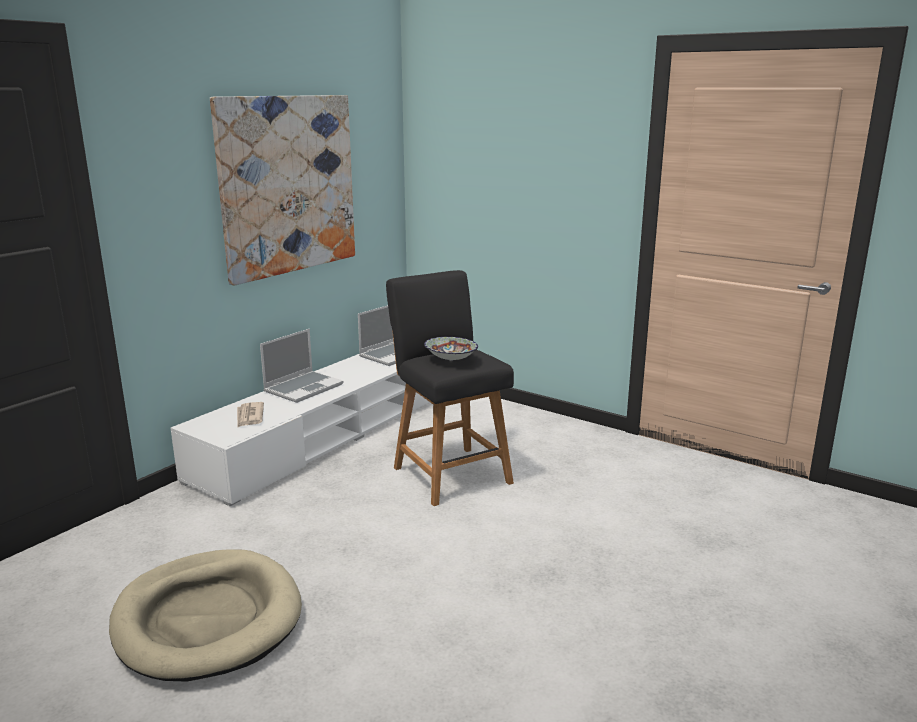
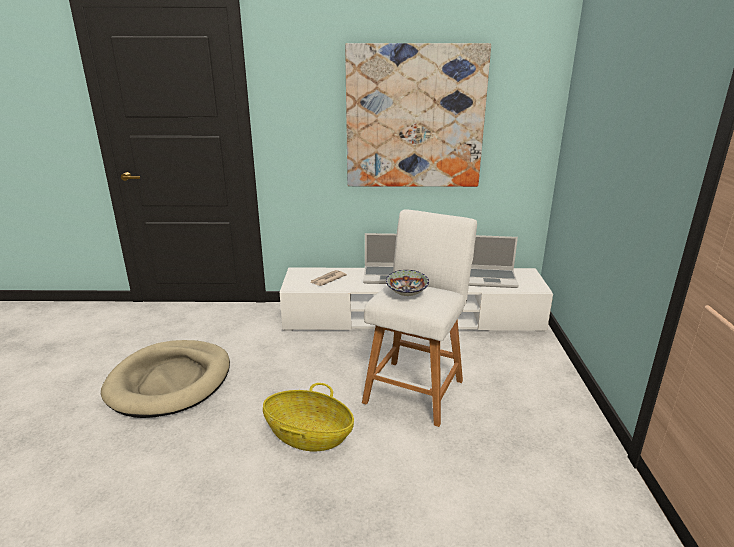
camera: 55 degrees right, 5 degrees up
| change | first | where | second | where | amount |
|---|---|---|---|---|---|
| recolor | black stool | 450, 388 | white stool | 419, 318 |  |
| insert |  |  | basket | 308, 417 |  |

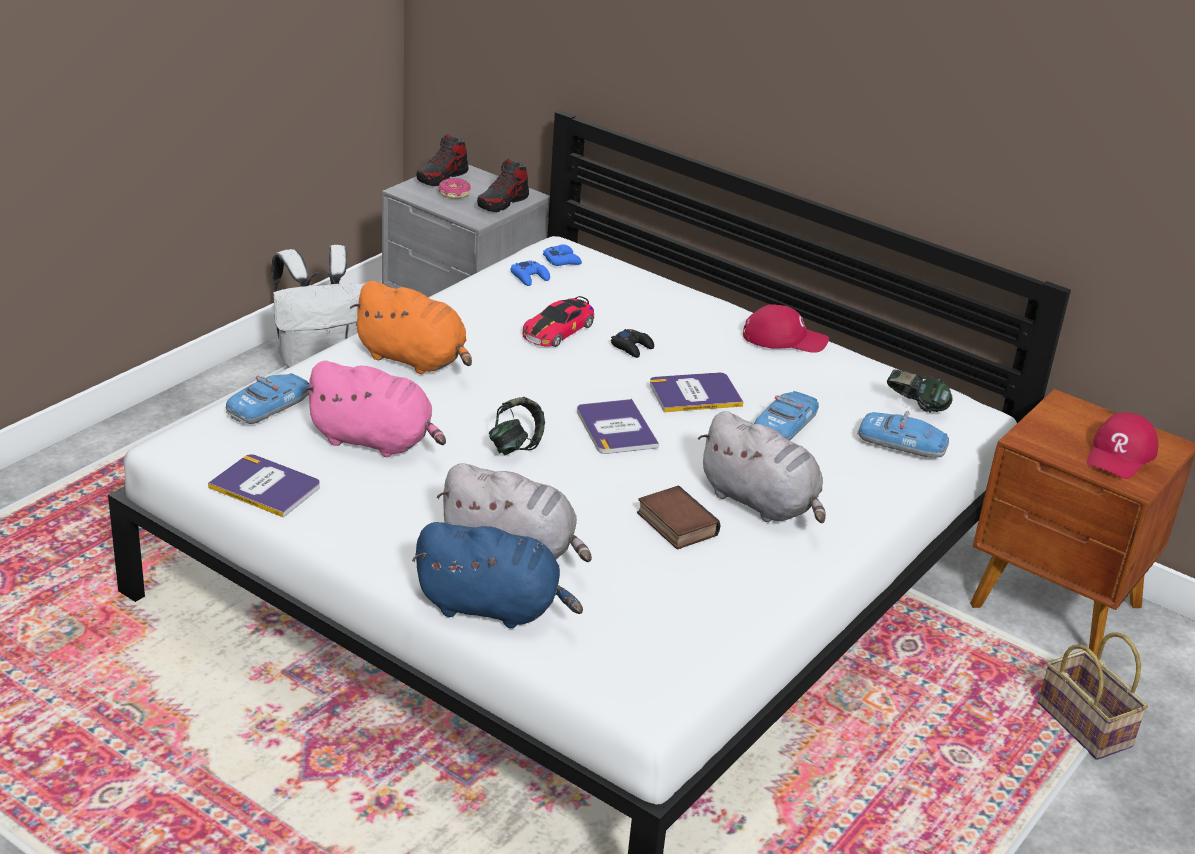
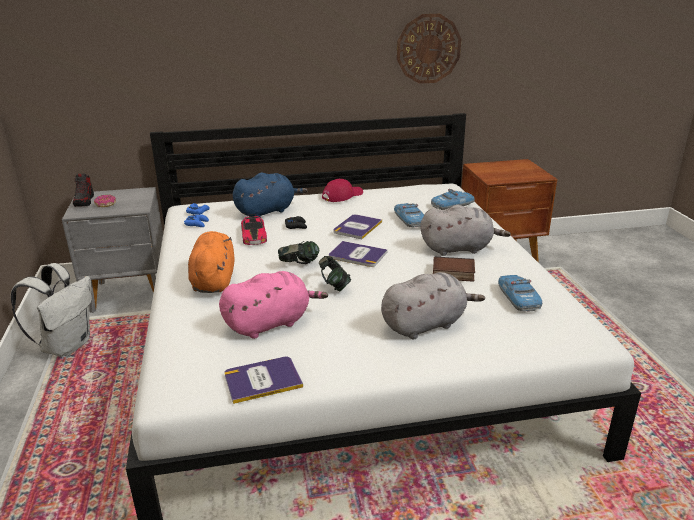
camera: 45 degrees left, 5 degrees down
| change | first | where | second | where | amount |
|---|---|---|---|---|---|
| delete | shoe | 503, 185 |  |  |  |
| rotate | orange plush toy | 411, 327 |  | 211, 262 | 75 degrees counterclockwise |
| move | headphones | 920, 391 |  | 298, 252 |  |
| move | toy car | 267, 398 |  | 520, 293 |  |
| delete | red cap | 1122, 445 |  |  |  |
| move | blue plush toy | 497, 575 |  | 270, 195 |  |
| delete | basket | 1093, 696 |  |  |  |
| insert |  |  | wall clock | 429, 49 |  |

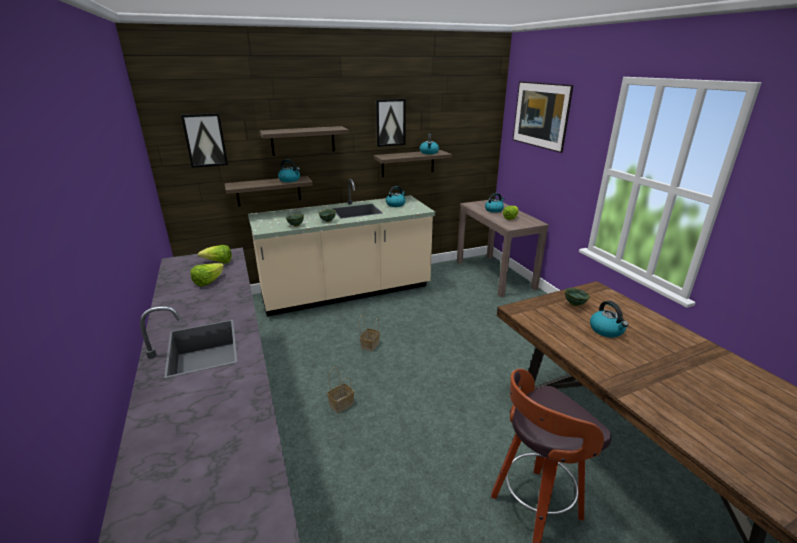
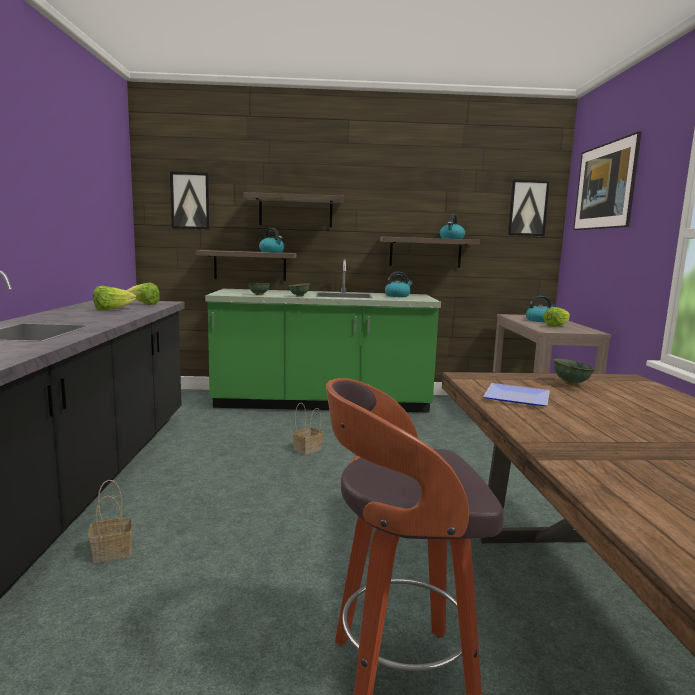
camera: 20 degrees right, 15 degrees down
| change | first | where | second | where | amount |
|---|---|---|---|---|---|
| move | picture | 391, 123 |  | 528, 207 |  |
| recolor | beige counter | 341, 247 | green counter | 323, 336 |  |
| delete | kettle | 609, 319 |  |  |  |
| move | basket | 340, 390 |  | 110, 521 |  |
| insert |  |  | plate | 516, 394 |  |

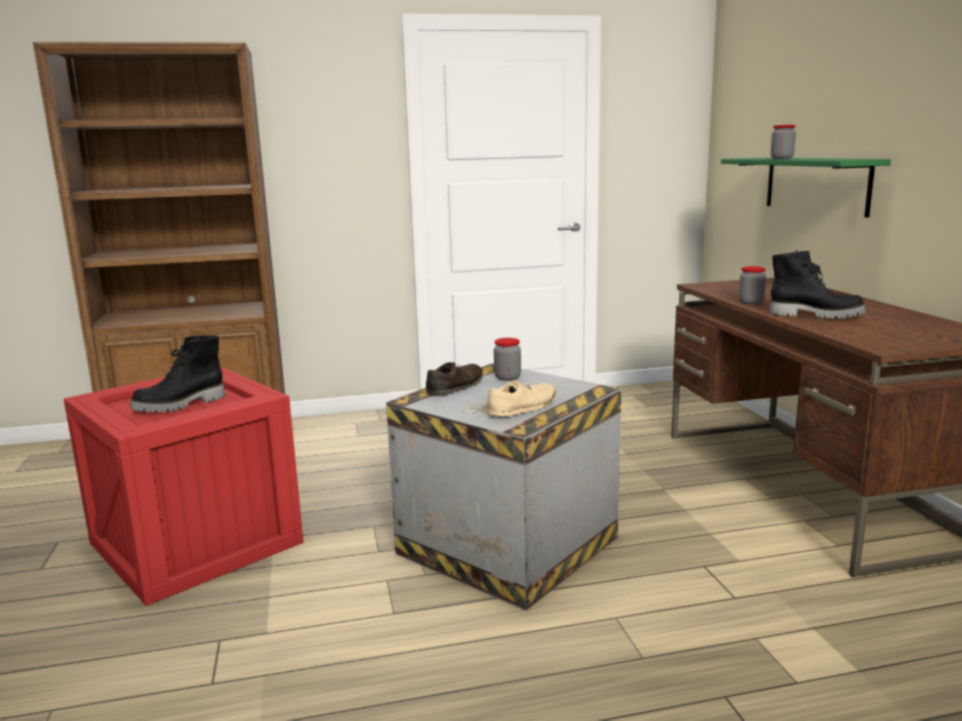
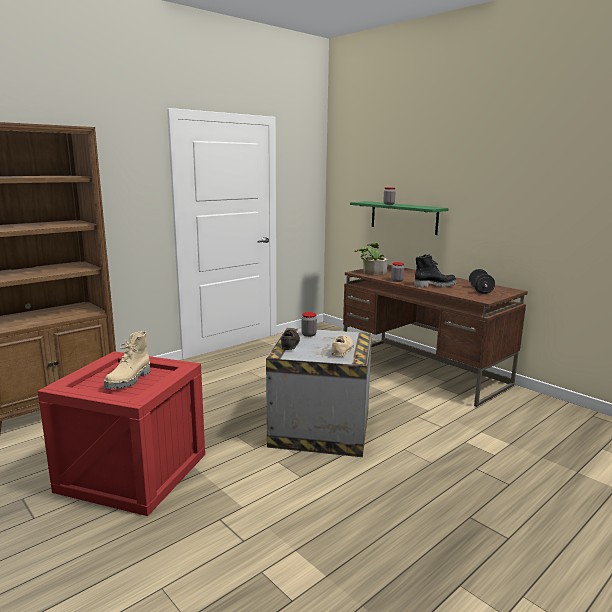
camera: 30 degrees left, 0 degrees up
| change | first | where | second | where | amount |
|---|---|---|---|---|---|
| recolor | black boot | 177, 373 | beige boot | 127, 360 |  |
| insert |  |  | potted plant | 371, 259 |  |
| insert |  |  | black dumbbell | 482, 281 |  |

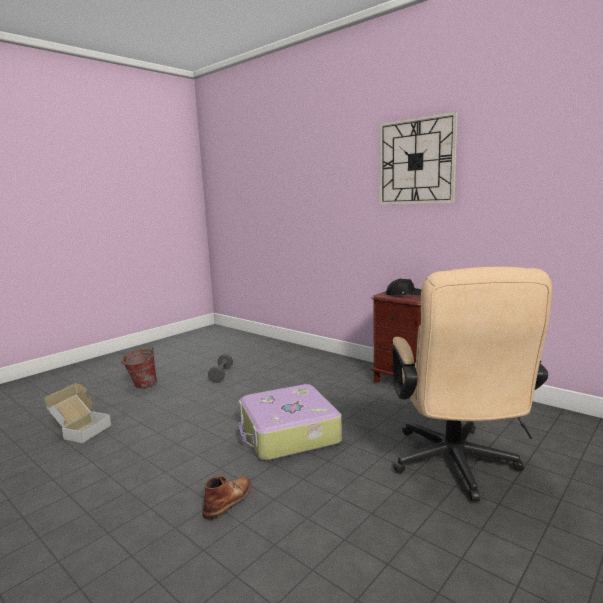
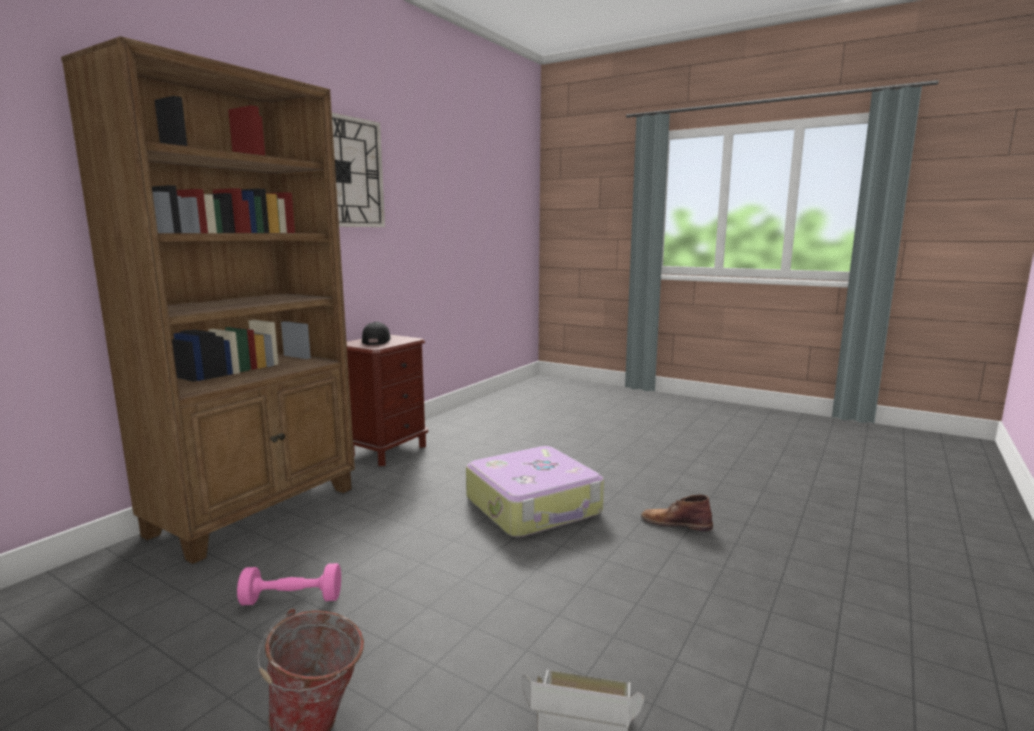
camera: 100 degrees left, 0 degrees up
| change | first | where | second | where | amount |
|---|---|---|---|---|---|
| delete | beige office chair | 472, 384 |  |  |  |
| recolor | grey dumbbell | 220, 368 | pink dumbbell | 289, 584 |  |
| insert |  |  | brown bookcase | 208, 300 |  |

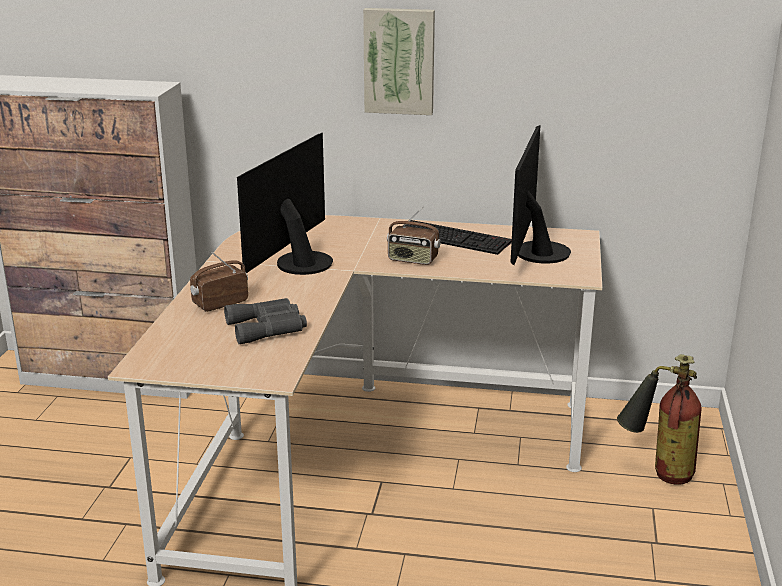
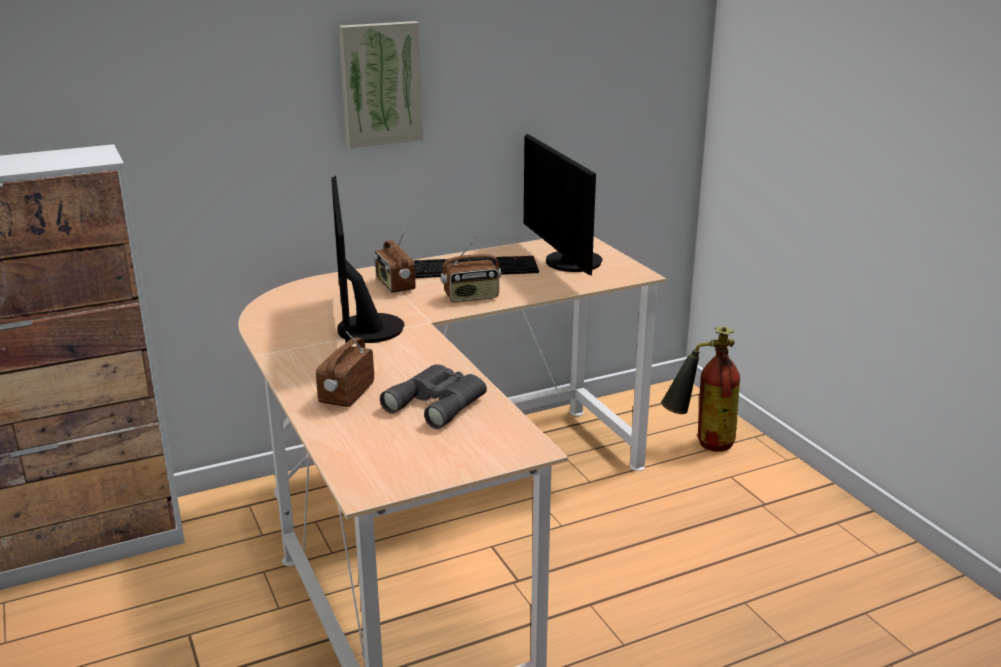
camera: 35 degrees left, 0 degrees up
| change | first | where | second | where | amount |
|---|---|---|---|---|---|
| insert |  |  | radio | 395, 261 |  |

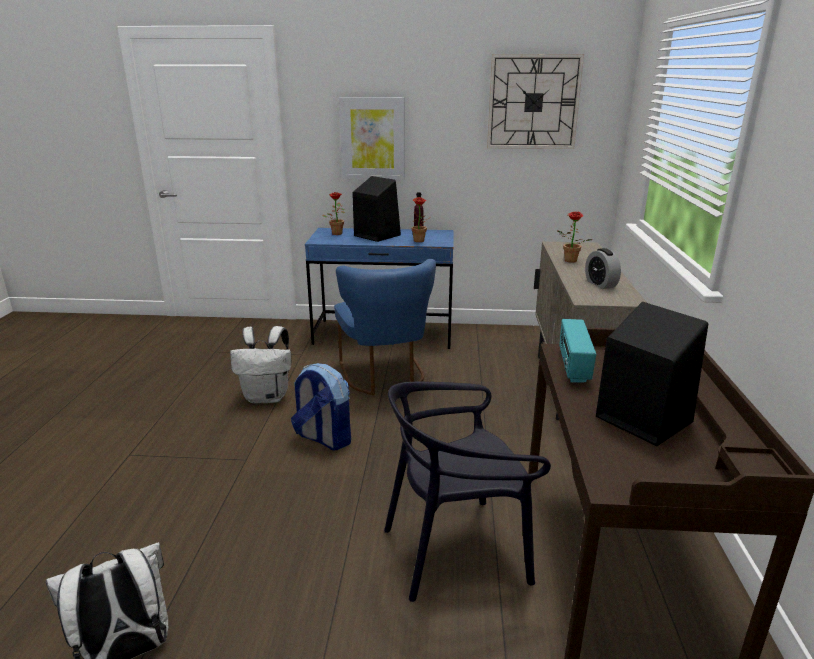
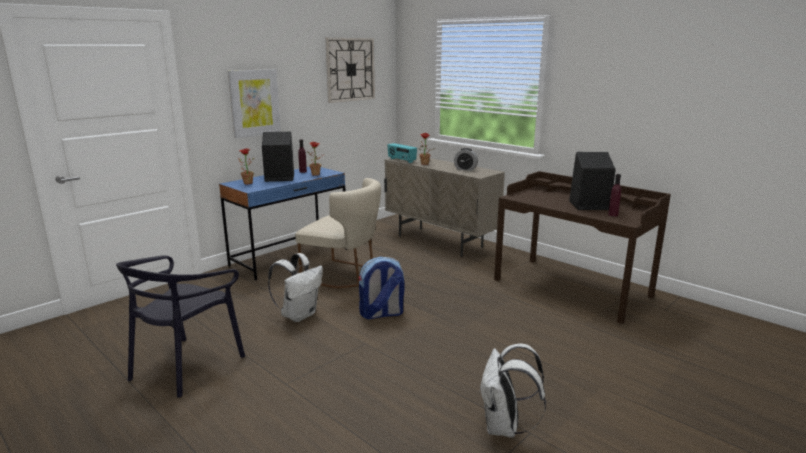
camera: 50 degrees left, 5 degrees down
| change | first | where | second | where | amount |
|---|---|---|---|---|---|
| recolor | blue chair | 385, 327 | beige chair | 338, 233 |  |
| move | radio | 577, 350 |  | 402, 153 |  |
| move | black chair | 467, 492 |  | 180, 326 |  |
| insert |  |  | purple bottle | 614, 195 |  |

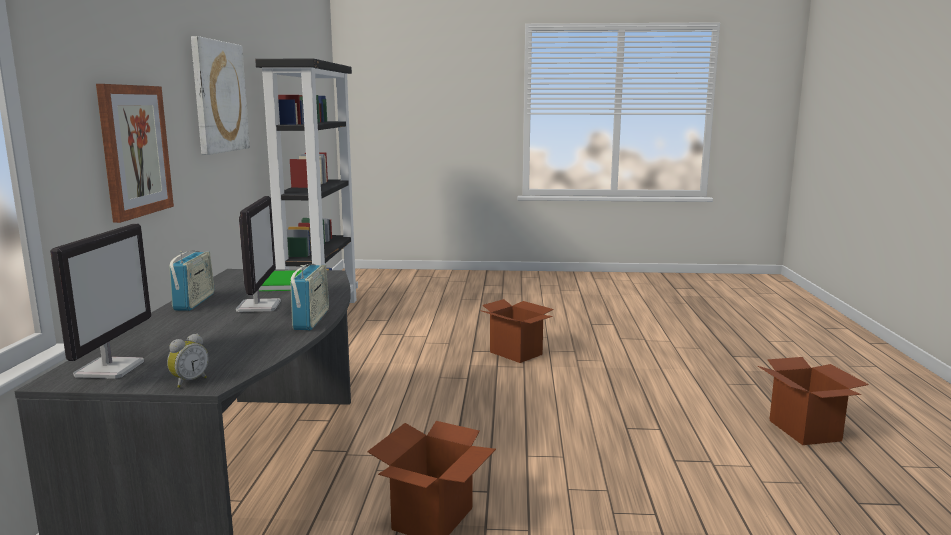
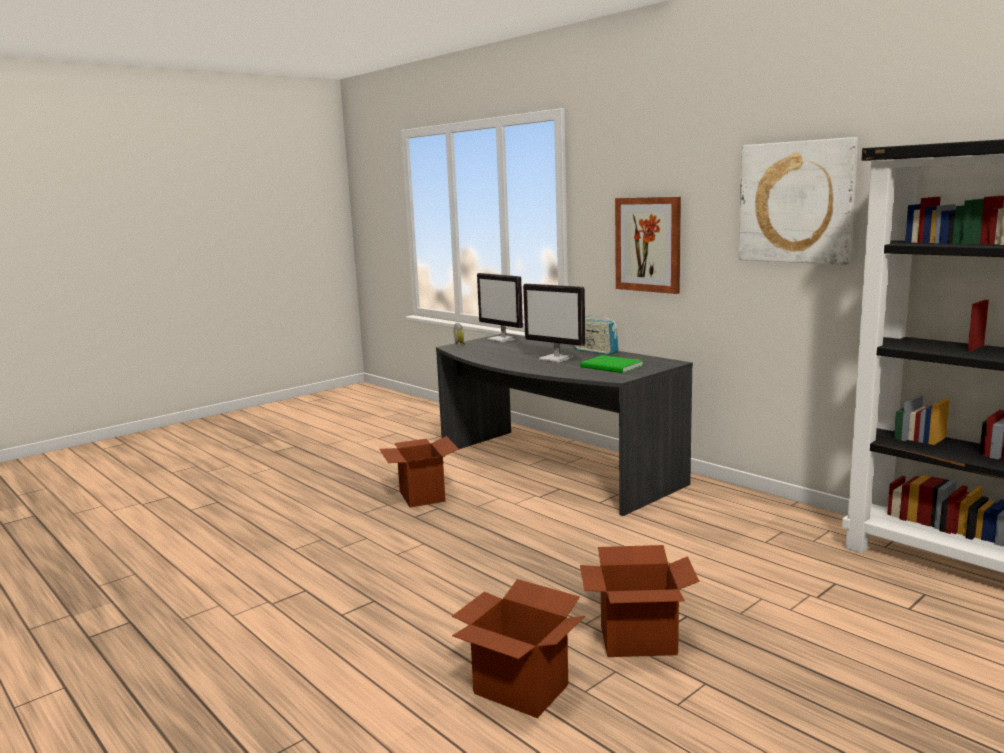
camera: 135 degrees right, 0 degrees up
| change | first | where | second | where | amount |
|---|---|---|---|---|---|
| delete | radio | 309, 297 |  |  |  |
| move | cardboard box | 813, 401 |  | 518, 648 |  |

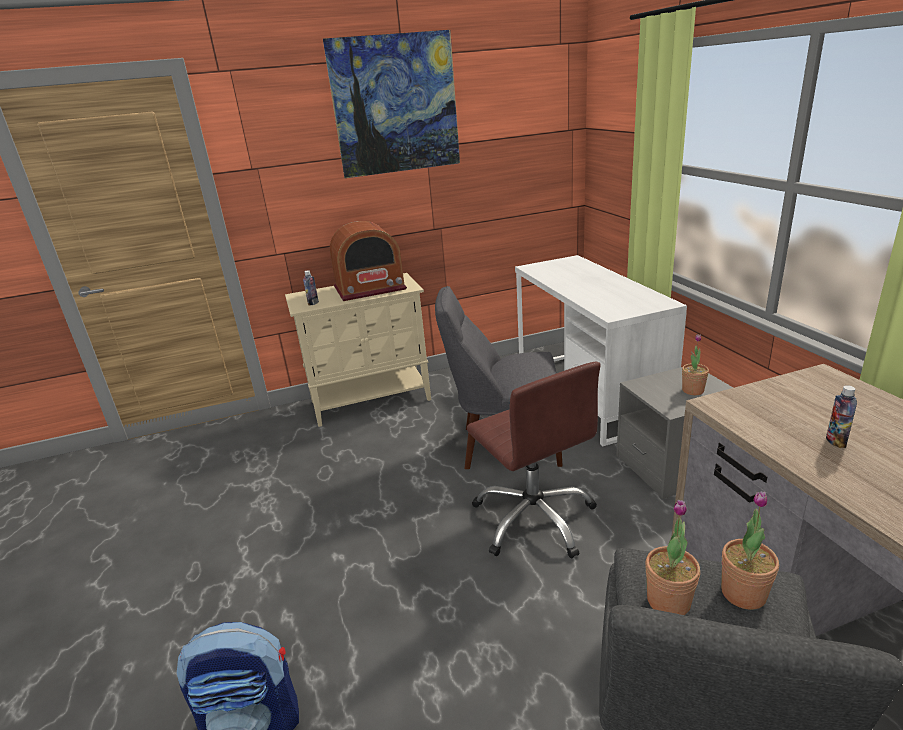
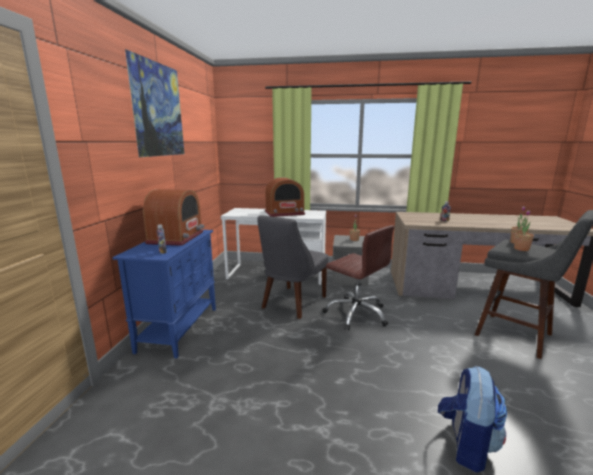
camera: 65 degrees left, 10 degrees down
| change | first | where | second | where | amount |
|---|---|---|---|---|---|
| recolor | beige cabinet | 358, 350 | blue cabinet | 164, 294 |  |
| rotate | brown office chair | 534, 459 |  | 358, 277 | 45 degrees clockwise |
| insert |  |  | radio | 285, 197 |  |

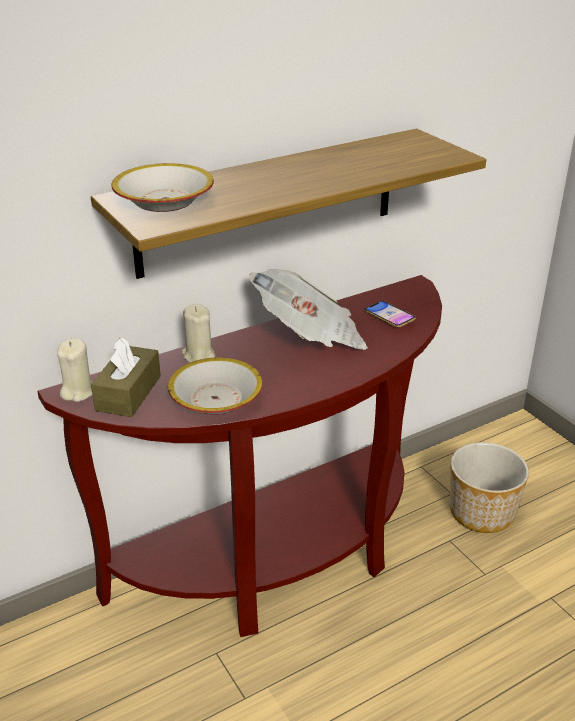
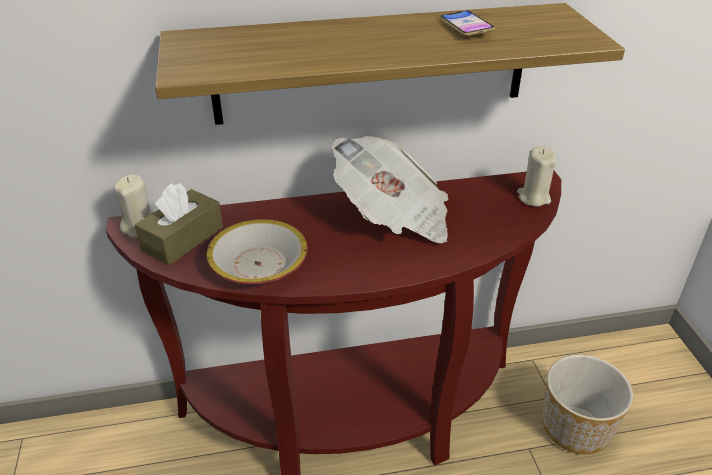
camera: 20 degrees right, 5 degrees up
| change | first | where | second | where | amount |
|---|---|---|---|---|---|
| delete | bowl | 163, 187 |  |  |  |
| move | phone | 390, 314 |  | 467, 23 |  |
| move | beige candle | 198, 333 |  | 536, 176 |  |

